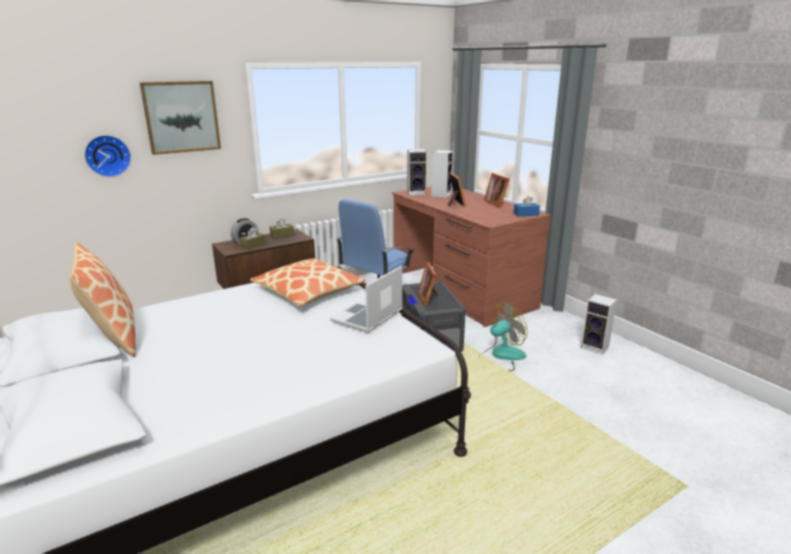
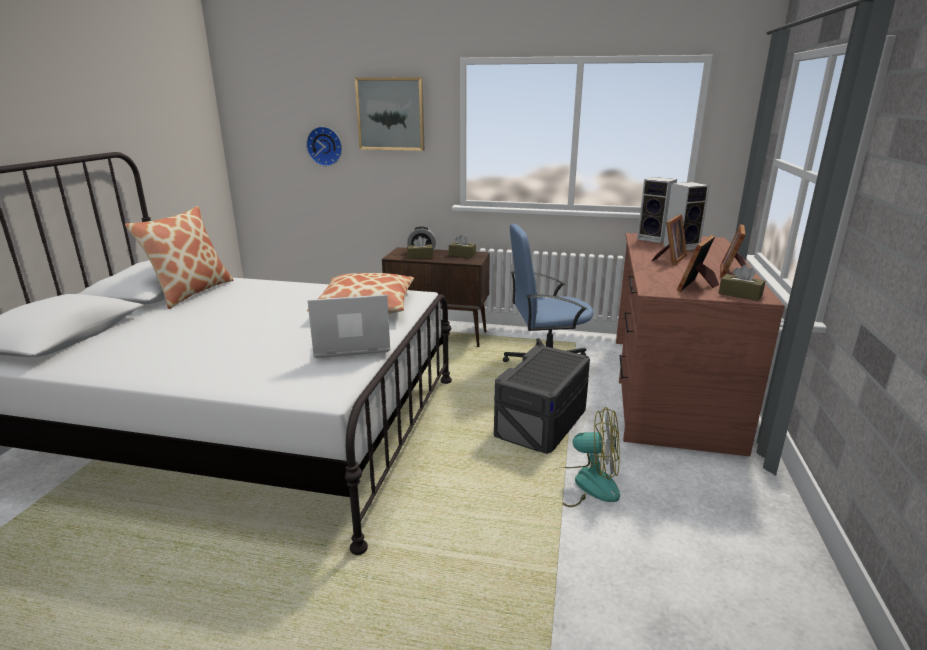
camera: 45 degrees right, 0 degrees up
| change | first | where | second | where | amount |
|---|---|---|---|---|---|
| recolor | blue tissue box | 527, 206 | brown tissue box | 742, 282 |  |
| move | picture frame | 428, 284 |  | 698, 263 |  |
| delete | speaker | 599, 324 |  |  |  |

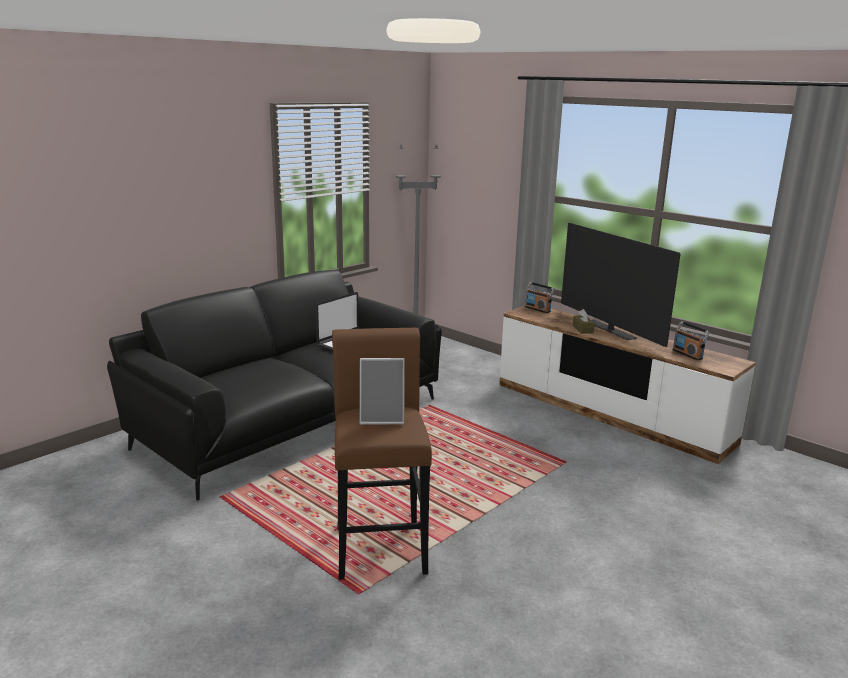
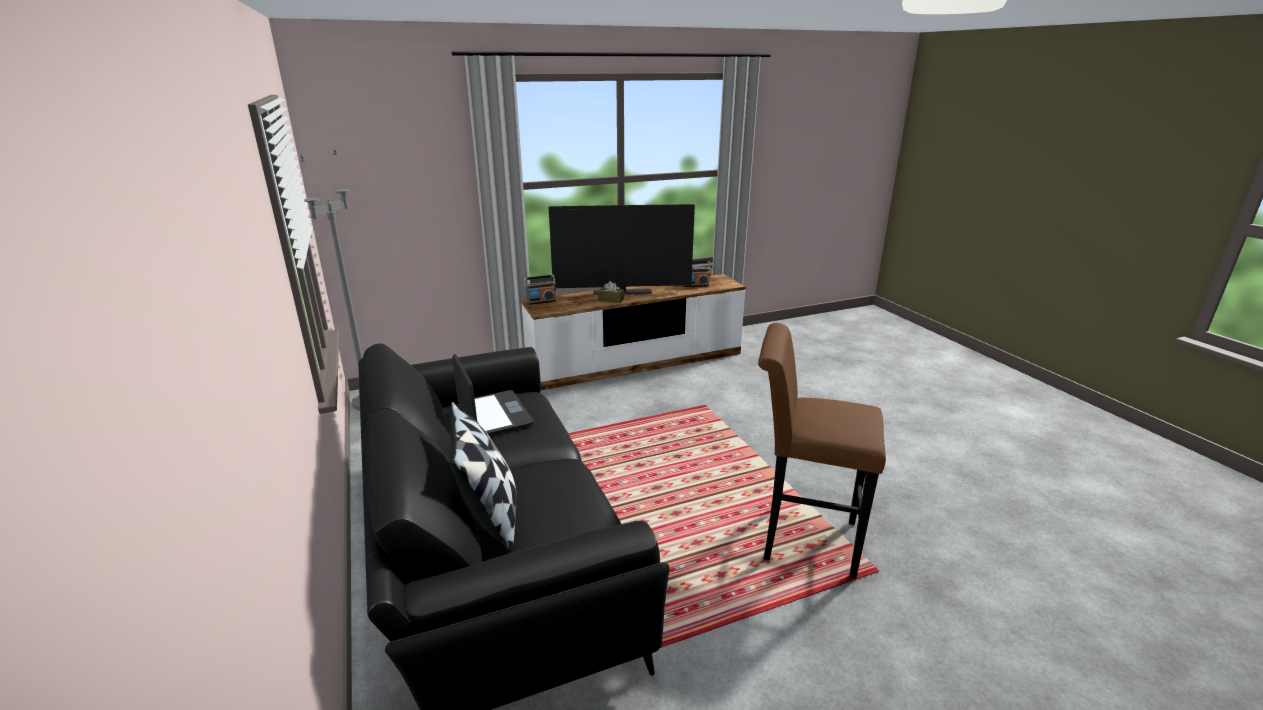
camera: 65 degrees left, 5 degrees up
| change | first | where | second | where | amount |
|---|---|---|---|---|---|
| delete | picture frame | 382, 391 |  |  |  |
| insert |  |  | pillow | 483, 476 |  |

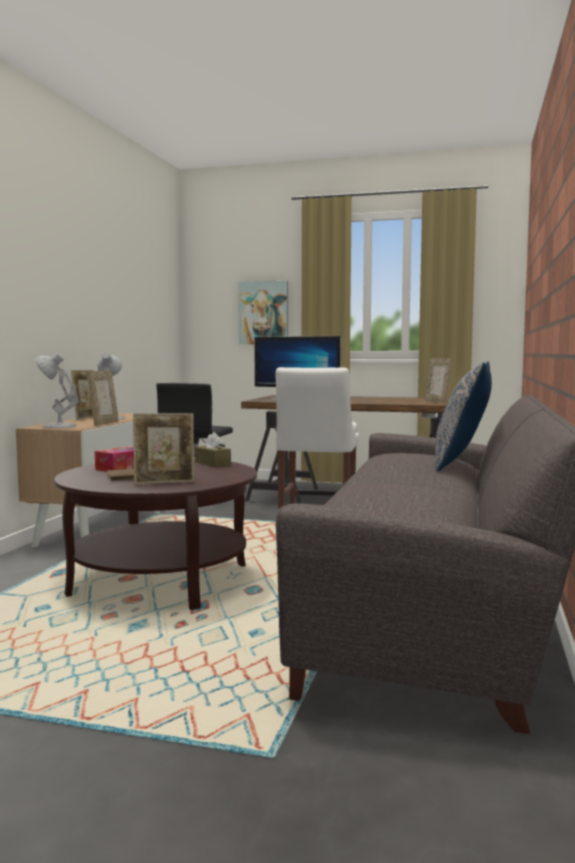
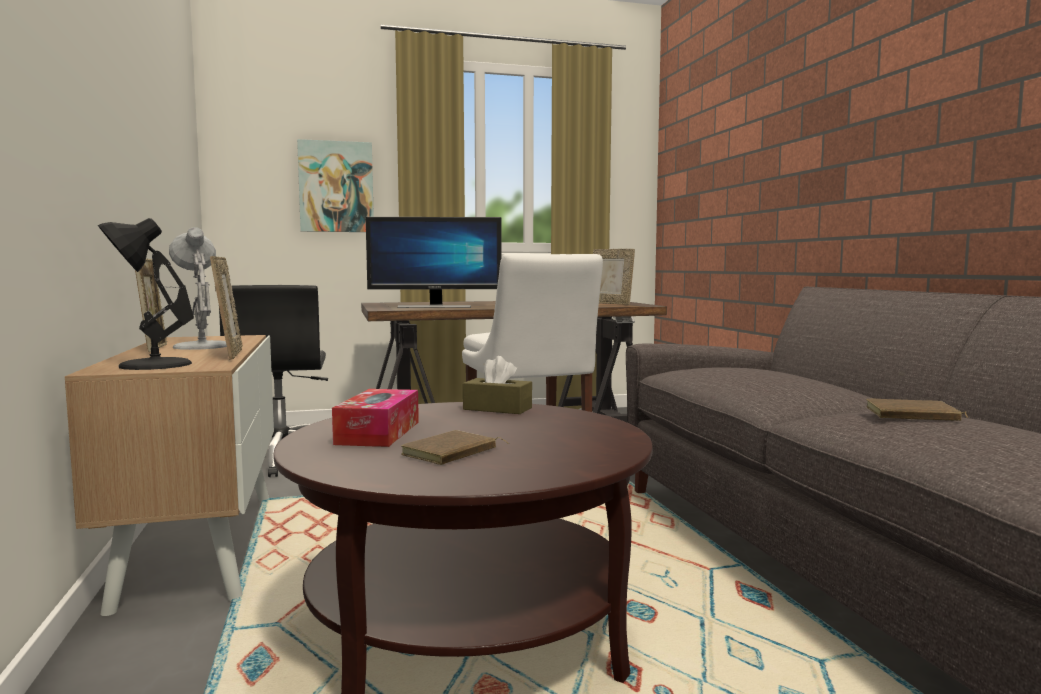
camera: 30 degrees left, 0 degrees up
| change | first | where | second | where | amount |
|---|---|---|---|---|---|
| recolor | white table lamp | 57, 390 | black table lamp | 146, 294 |  |
| delete | pillow | 463, 416 |  |  |  |
| delete | picture frame | 163, 449 |  |  |  |
| insert |  |  | brown book | 917, 410 |  |

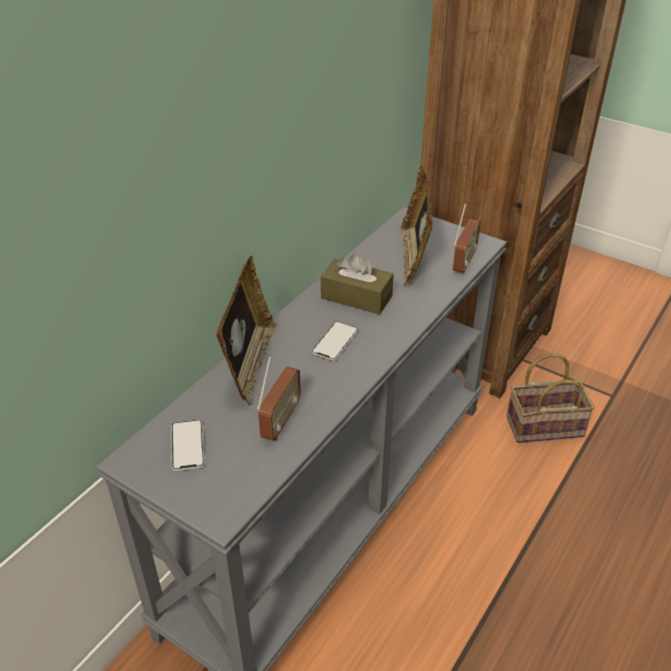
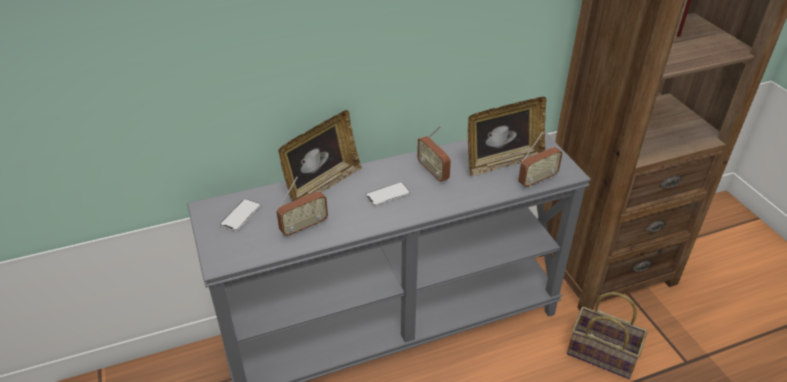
camera: 35 degrees right, 0 degrees up
| change | first | where | second | where | amount |
|---|---|---|---|---|---|
| rotate | picture frame | 417, 226 |  | 507, 136 | 150 degrees counterclockwise |
| replace | brown tissue box | 357, 284 | radio | 434, 153 |  |

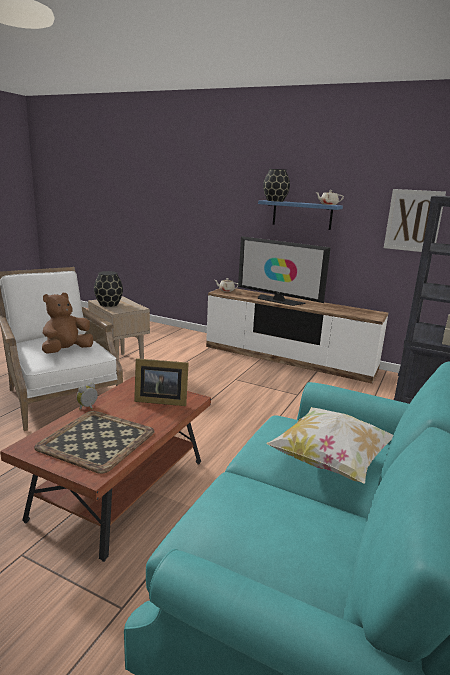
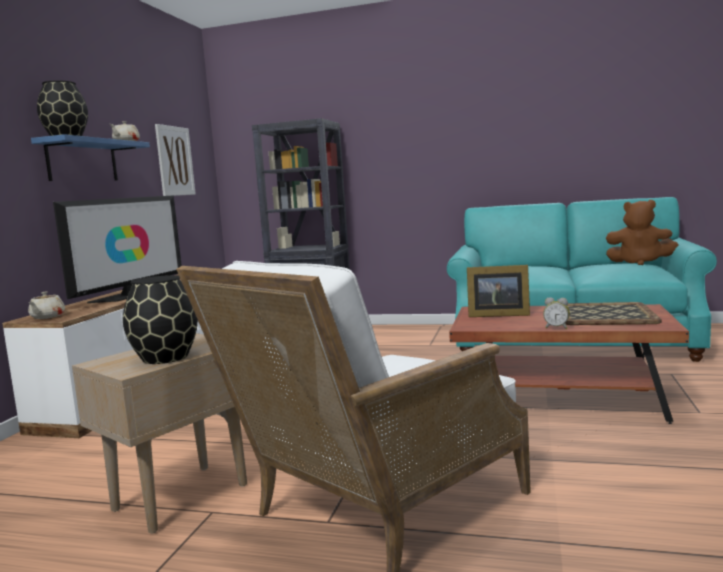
camera: 100 degrees left, 10 degrees down
| change | first | where | second | where | amount |
|---|---|---|---|---|---|
| move | brown plush toy | 67, 323 |  | 642, 232 |  |
| rotate | picture frame | 161, 382 |  | 498, 291 | 105 degrees clockwise |
| delete | pillow | 329, 445 |  |  |  |

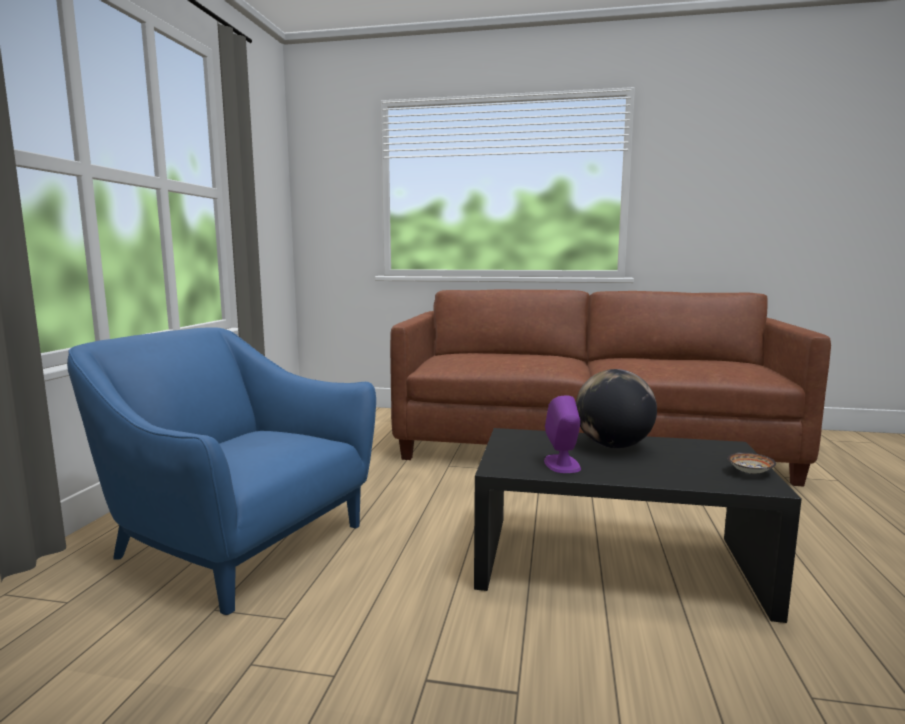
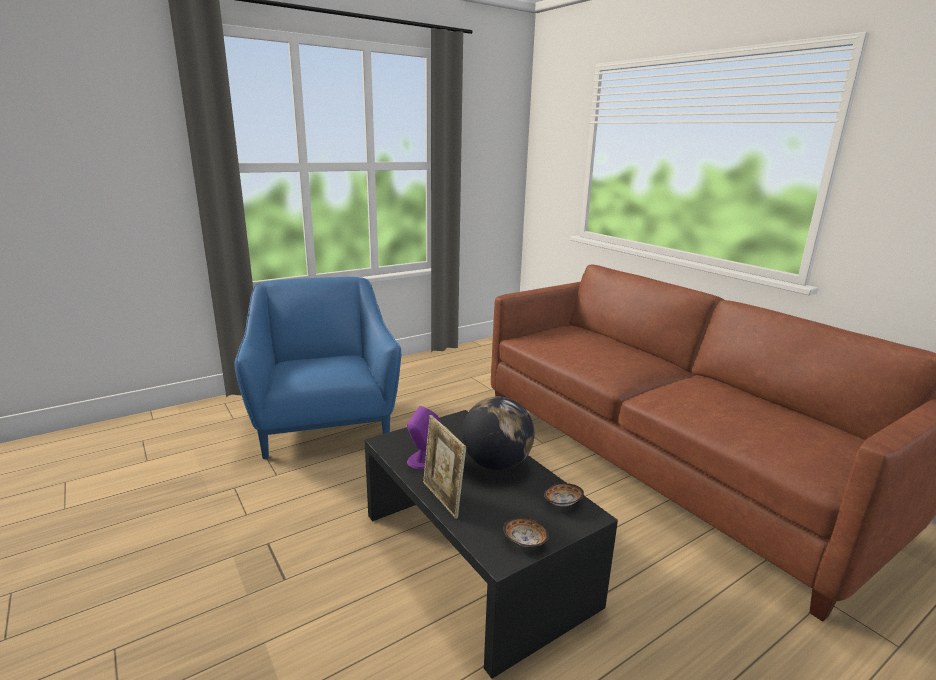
camera: 45 degrees right, 10 degrees up
| change | first | where | second | where | amount |
|---|---|---|---|---|---|
| insert |  |  | picture frame | 444, 467 |  |
| insert |  |  | bowl | 564, 494 |  |

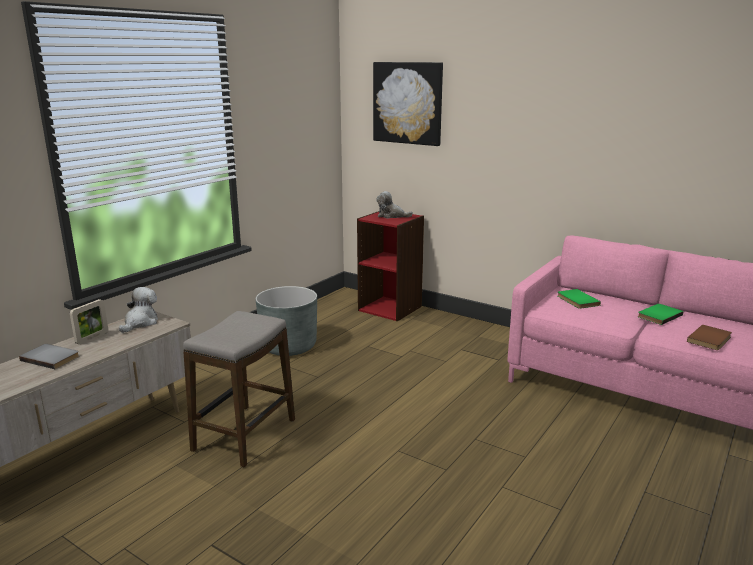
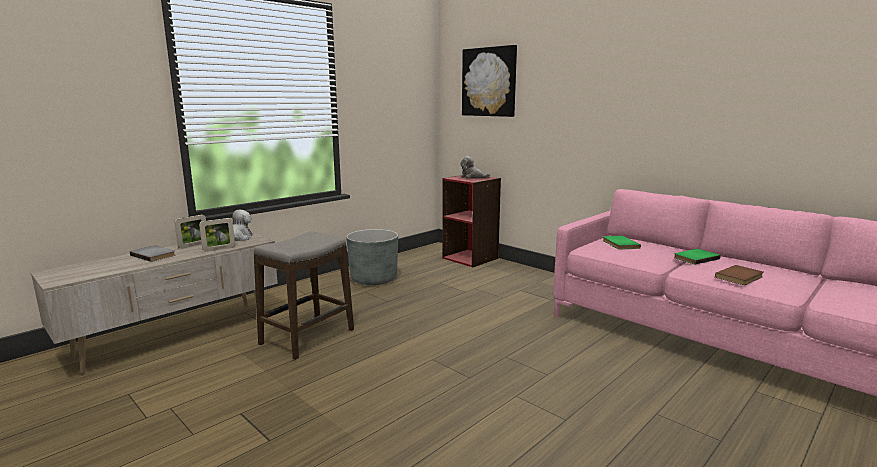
camera: 10 degrees right, 5 degrees down
| change | first | where | second | where | amount |
|---|---|---|---|---|---|
| insert |  |  | picture frame | 217, 235 |  |

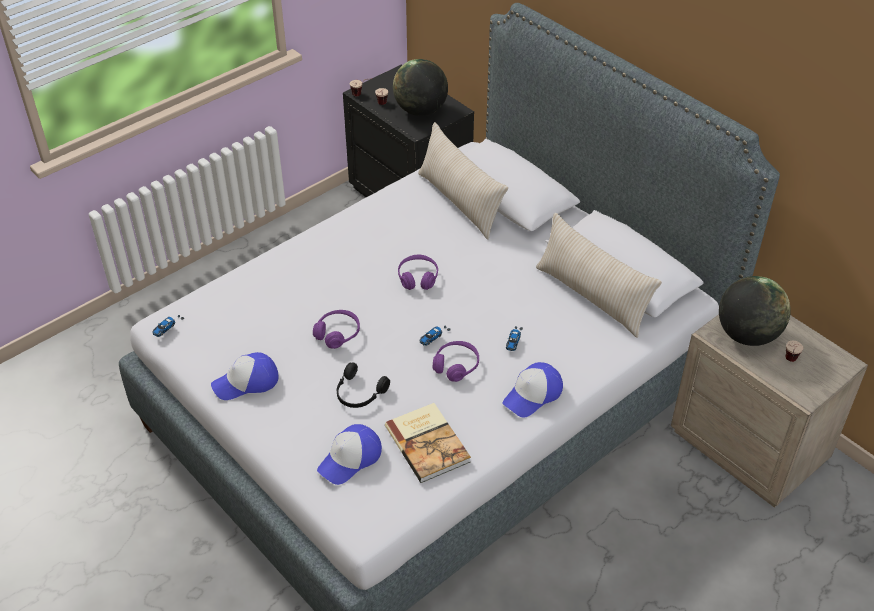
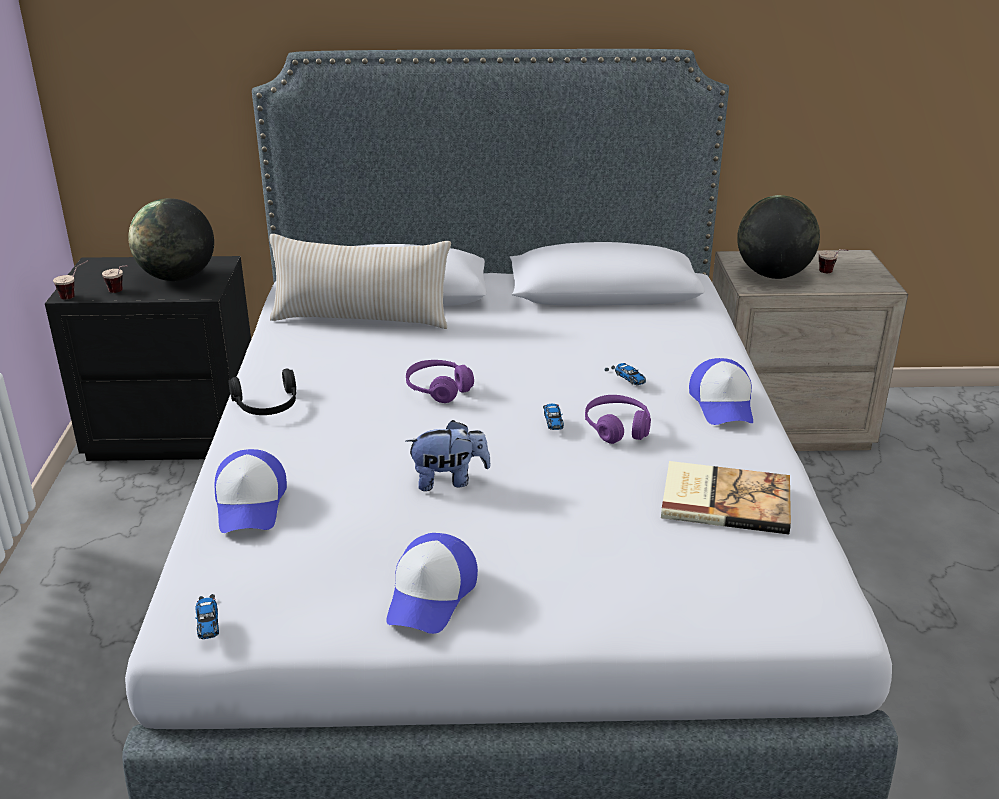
camera: 50 degrees left, 15 degrees down
| change | first | where | second | where | amount |
|---|---|---|---|---|---|
| delete | beige pillow | 599, 275 |  |  |  |
| replace | purple headphones | 336, 329 | plush toy | 448, 455 |  |
| move | black headphones | 363, 385 |  | 262, 392 |  |
| move | cap | 349, 454 |  | 251, 491 |  |

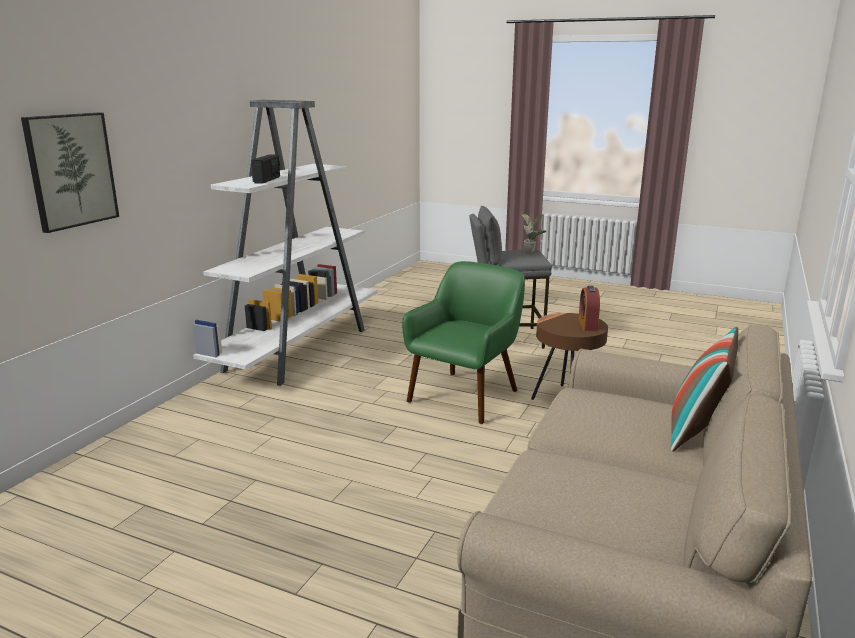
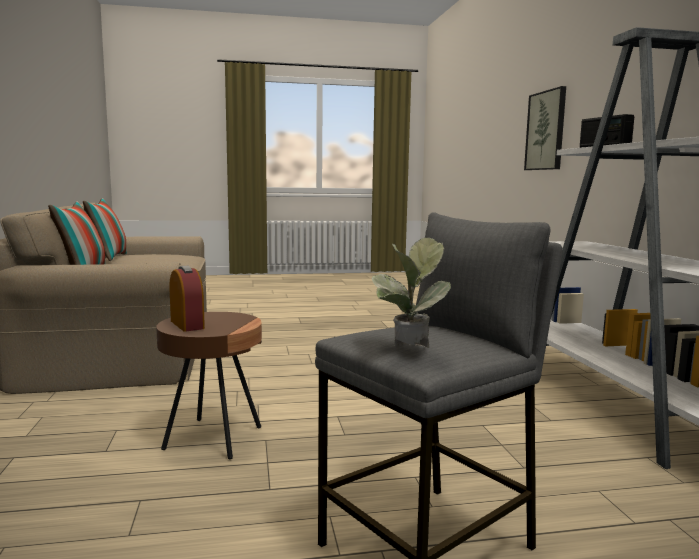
camera: 145 degrees right, 10 degrees down
| change | first | where | second | where | amount |
|---|---|---|---|---|---|
| delete | green armchair | 463, 342 |  |  |  |
| insert |  |  | pillow | 105, 229 |  |

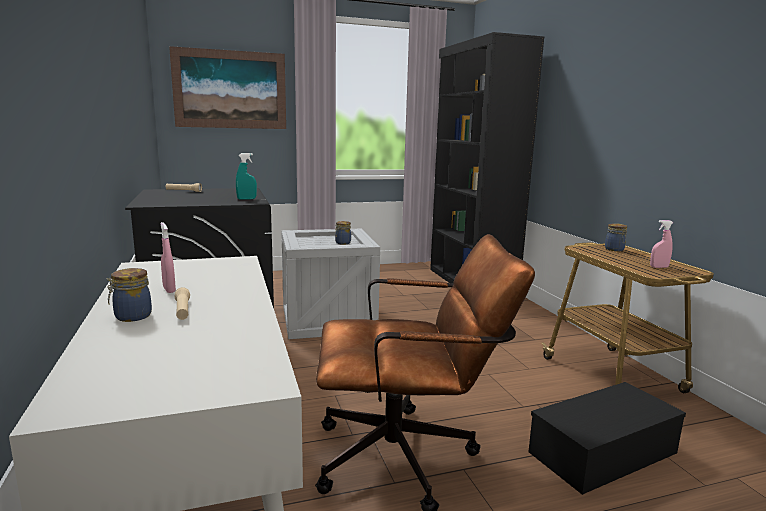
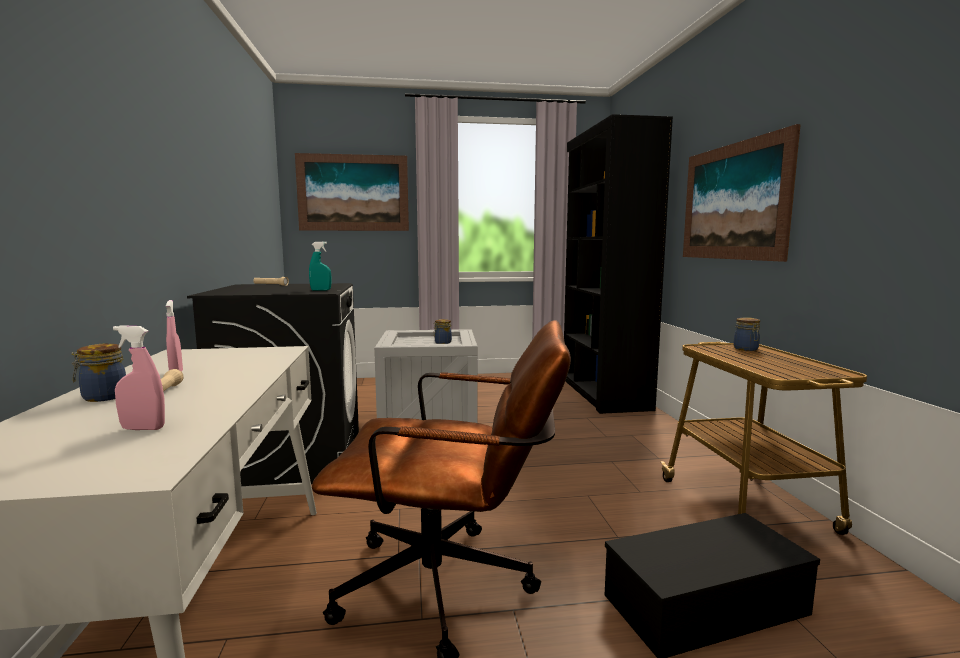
camera: 10 degrees right, 5 degrees down
| change | first | where | second | where | amount |
|---|---|---|---|---|---|
| move | pink spray bottle | 661, 244 |  | 139, 377 |  |
| insert |  |  | picture | 742, 193 |  |

